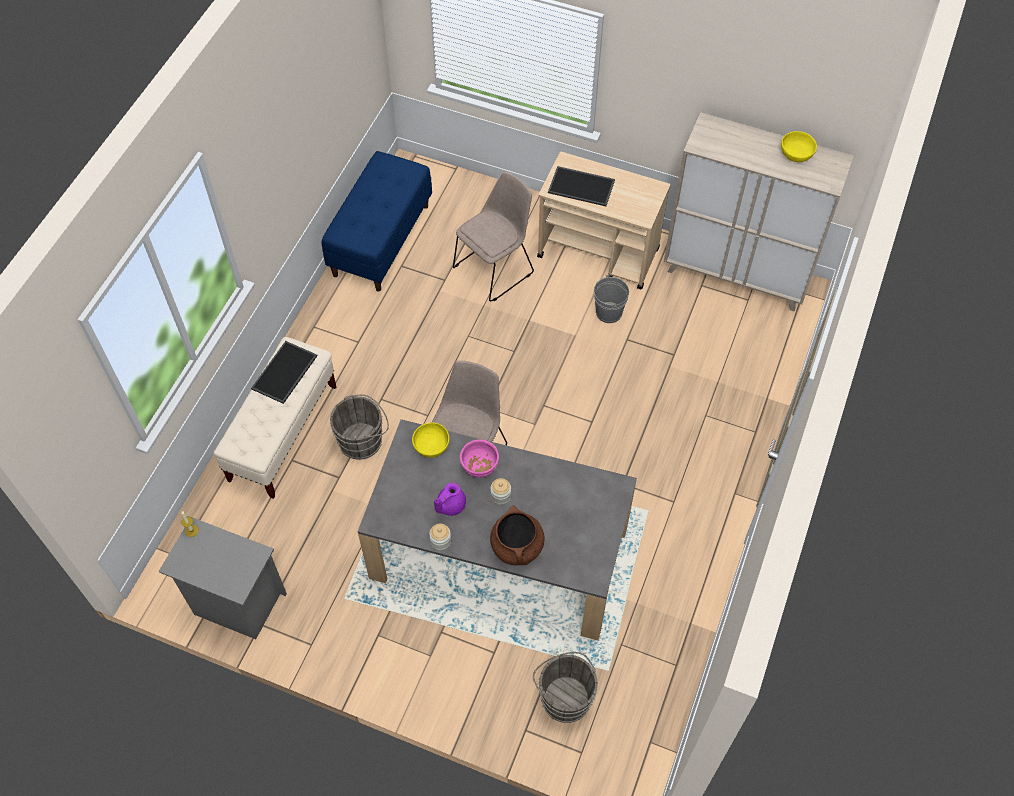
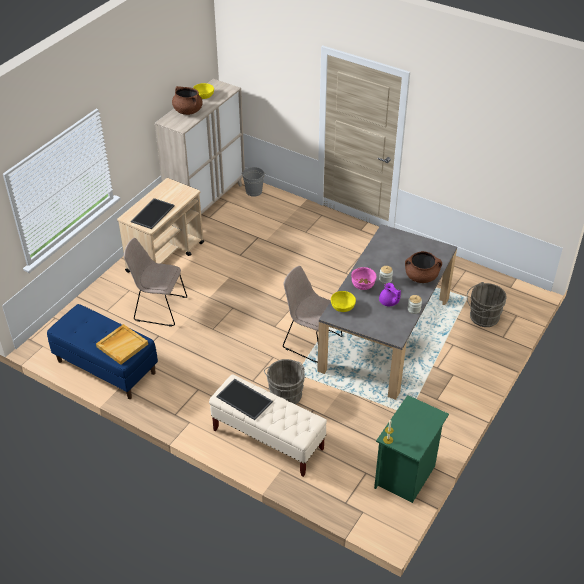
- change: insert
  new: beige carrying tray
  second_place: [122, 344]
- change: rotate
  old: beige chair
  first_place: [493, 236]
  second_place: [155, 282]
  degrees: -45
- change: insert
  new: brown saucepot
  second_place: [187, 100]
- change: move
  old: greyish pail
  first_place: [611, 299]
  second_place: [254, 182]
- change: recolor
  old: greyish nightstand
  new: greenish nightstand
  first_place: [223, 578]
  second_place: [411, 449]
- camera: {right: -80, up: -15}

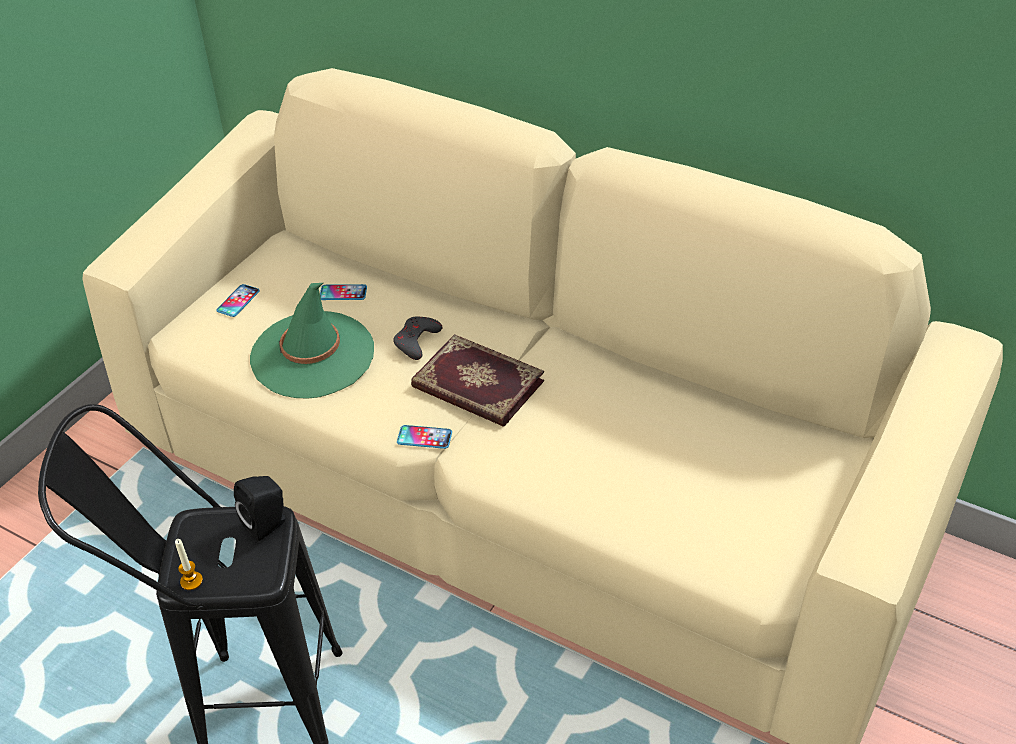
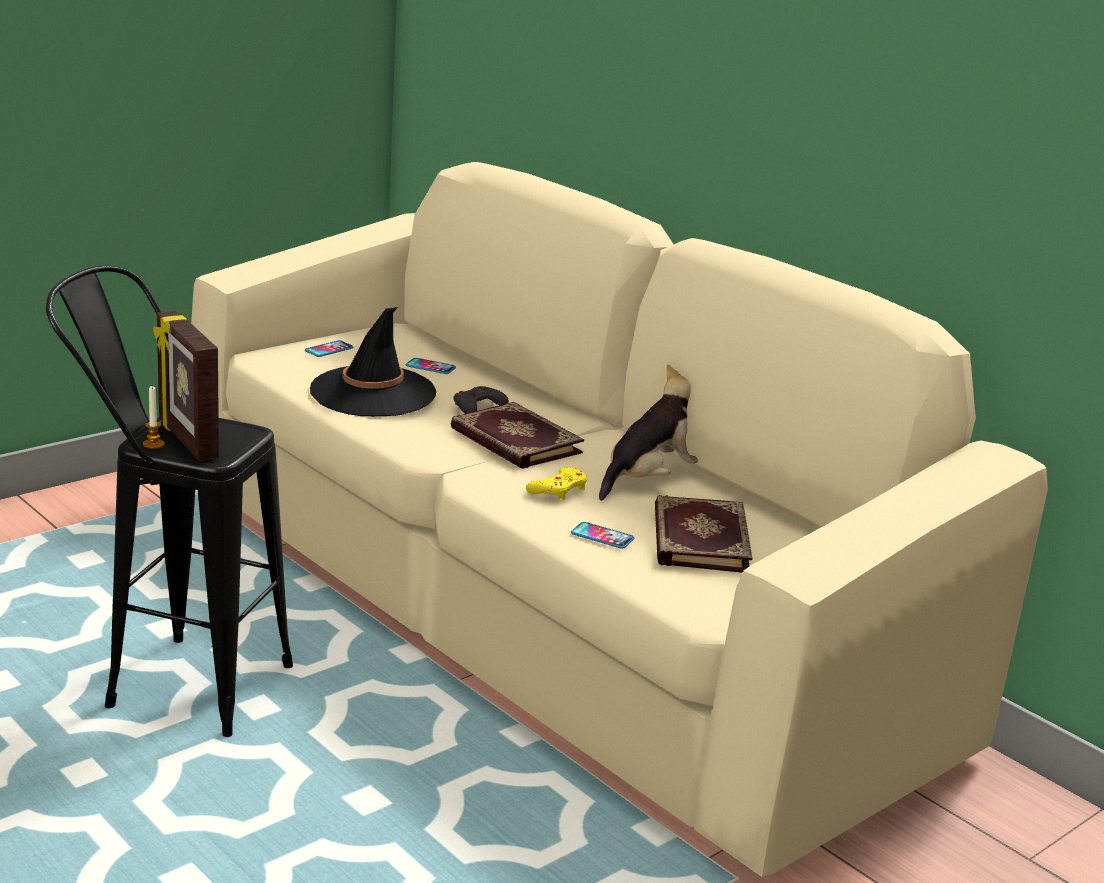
- change: insert
  new: standing frame
  second_place: [186, 386]
- change: recolor
  old: greenish clothing hat
  new: blackish clothing hat
  first_place: [312, 341]
  second_place: [373, 361]
- change: insert
  new: yellow gamepad
  second_place: [556, 483]
- change: move
  old: phone
  first_place: [424, 437]
  second_place: [602, 535]
- change: insert
  new: soft toy
  second_place: [648, 432]
- change: insert
  new: bound book
  second_place: [703, 534]
- change: delete
  old: blackish loudspeaker
  first_place: [259, 509]
- camera: {right: 15, up: -20}

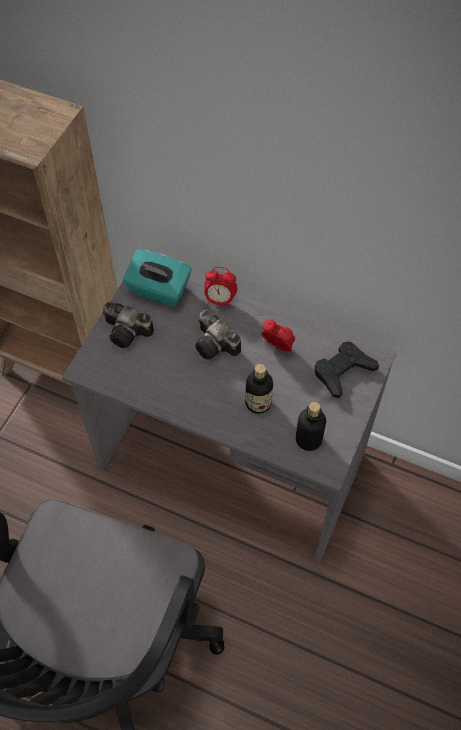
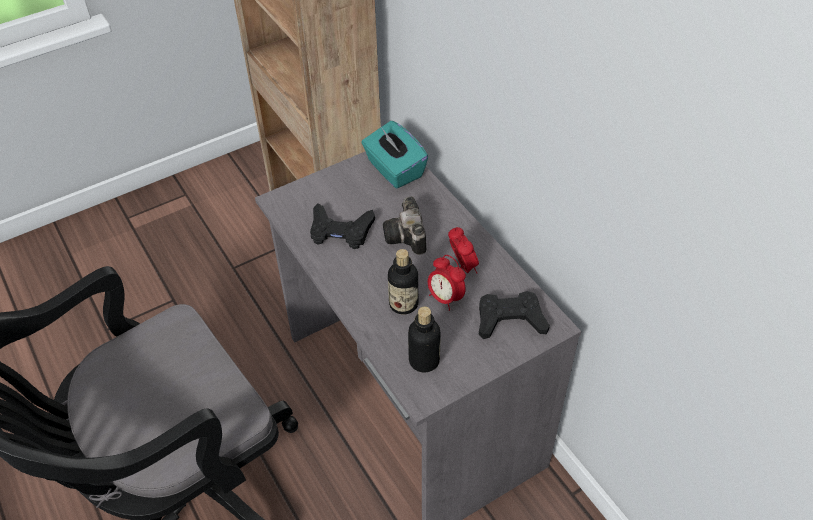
- change: insert
  new: blackish gamepad
  second_place: [342, 226]
- change: move
  old: alarm clock
  first_place: [220, 287]
  second_place: [447, 283]
- change: delete
  old: photo camera
  first_place: [128, 325]
- camera: {right: 35, up: -10}

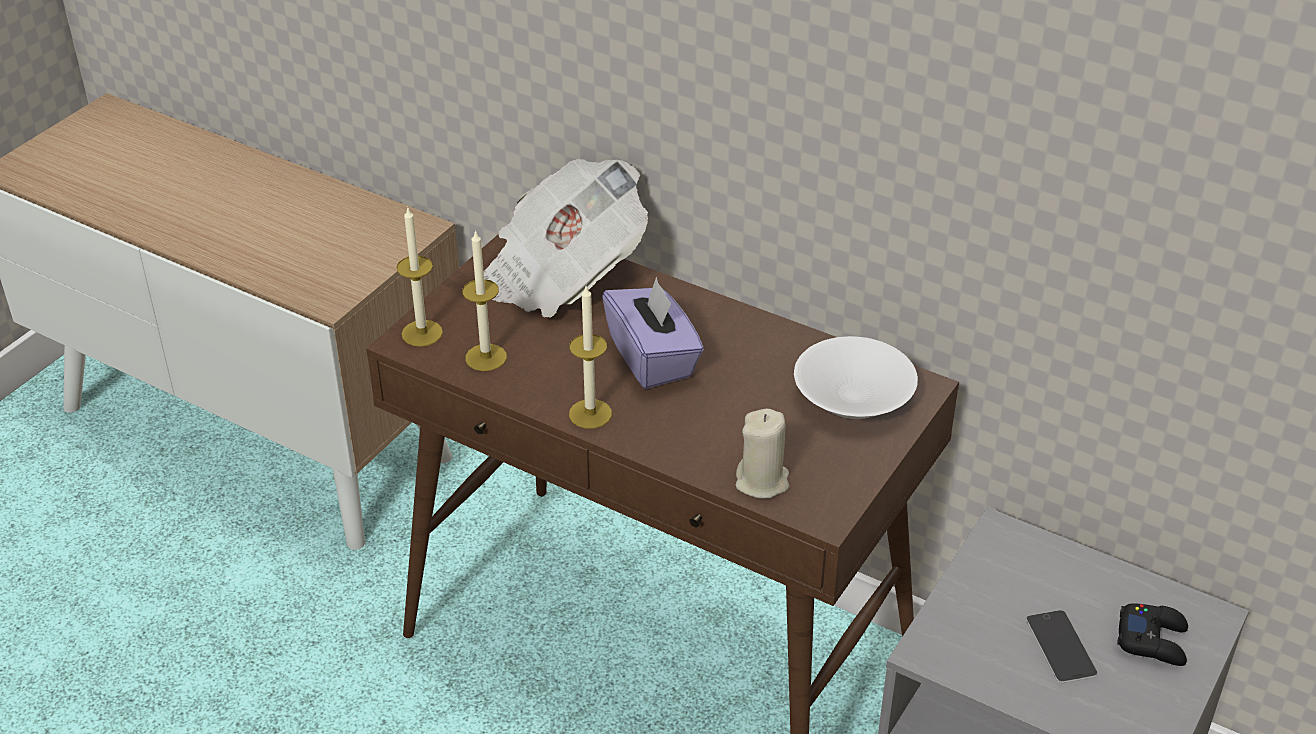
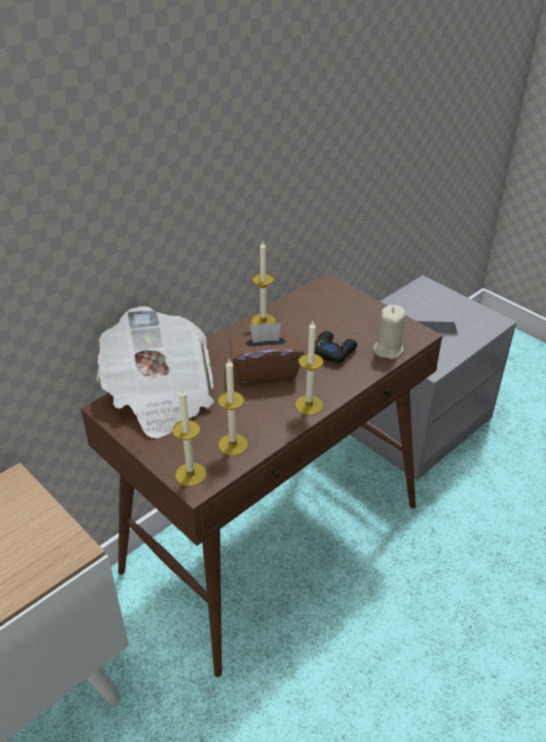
- change: recolor
  old: purplish tissue box
  new: brown tissue box
  first_place: [653, 333]
  second_place: [267, 353]
- change: insert
  new: wax candle
  second_place: [263, 283]
- change: move
  old: blackish gamepad
  first_place: [1152, 634]
  second_place: [336, 347]
- change: delete
  old: whitish bowl
  first_place: [856, 377]
- camera: {right: -75, up: 0}

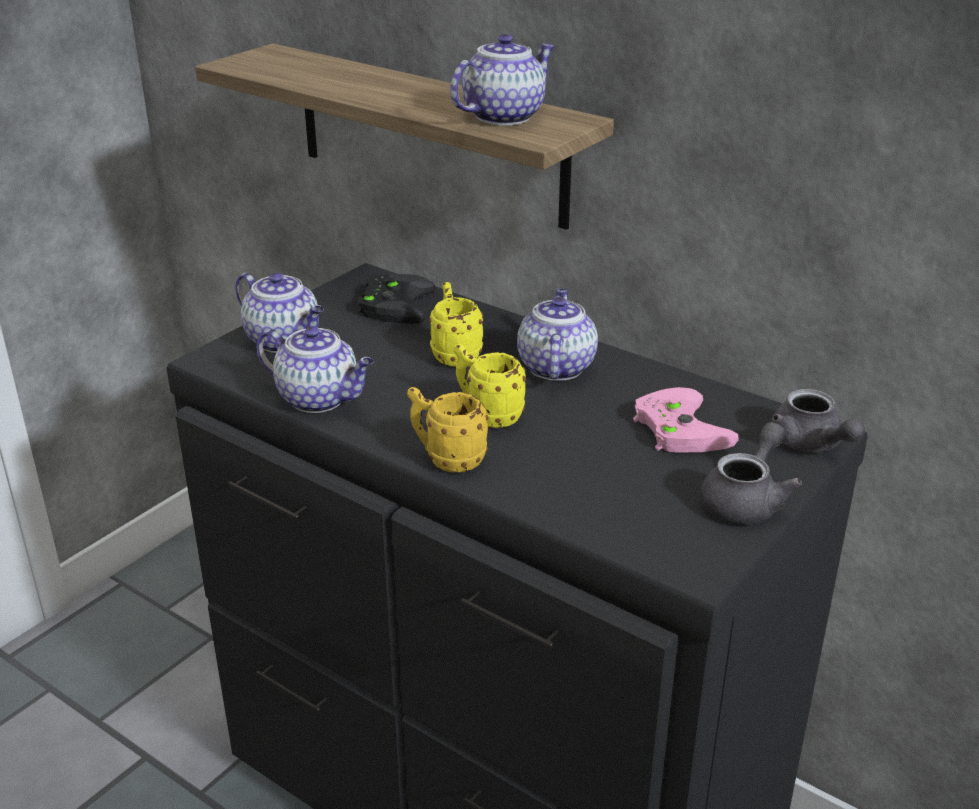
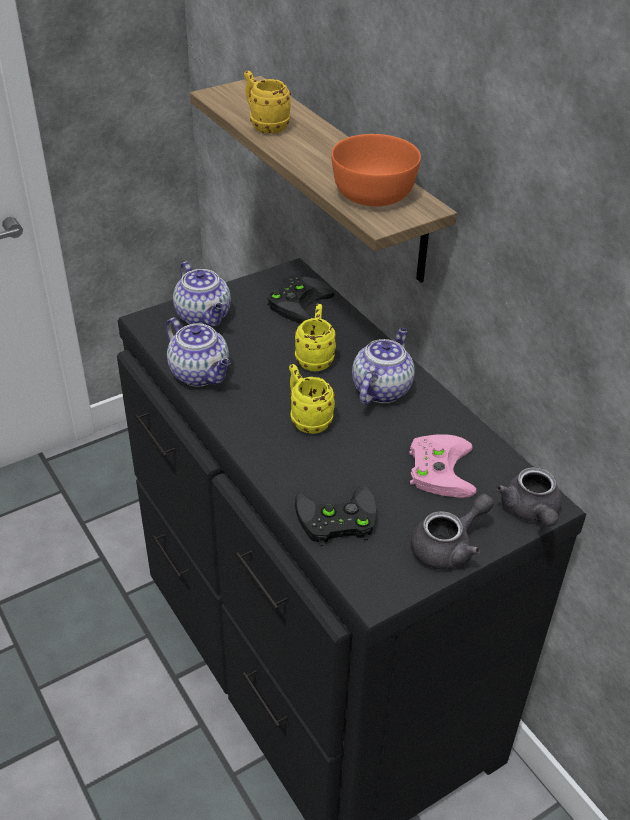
- change: move
  old: yellow coffee mug
  first_place: [448, 429]
  second_place: [267, 102]
- change: insert
  new: blackish gamepad
  second_place: [335, 515]
- change: replace
  old: tea pot
  new: orangey bowl
  first_place: [502, 80]
  second_place: [376, 170]
- camera: {right: 20, up: 10}

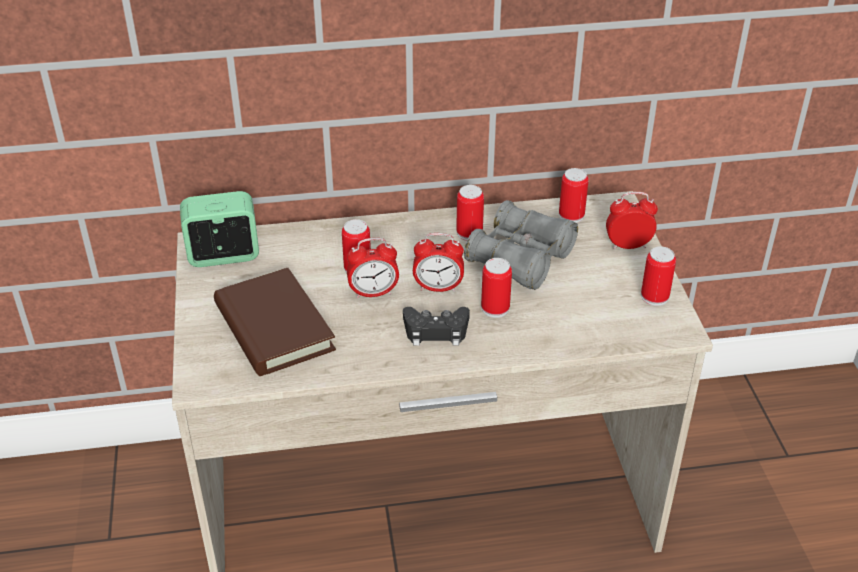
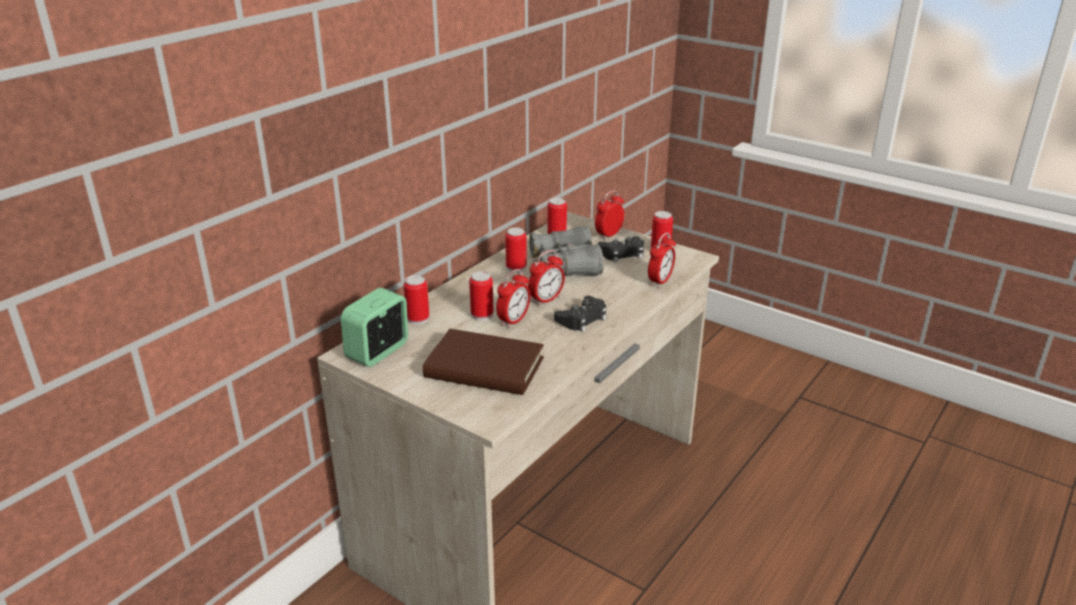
- change: move
  old: can
  first_place: [496, 288]
  second_place: [416, 300]
- change: insert
  new: blackish gamepad
  second_place: [620, 249]
- change: insert
  new: alarm clock
  second_place: [662, 260]
- camera: {right: -45, up: -10}

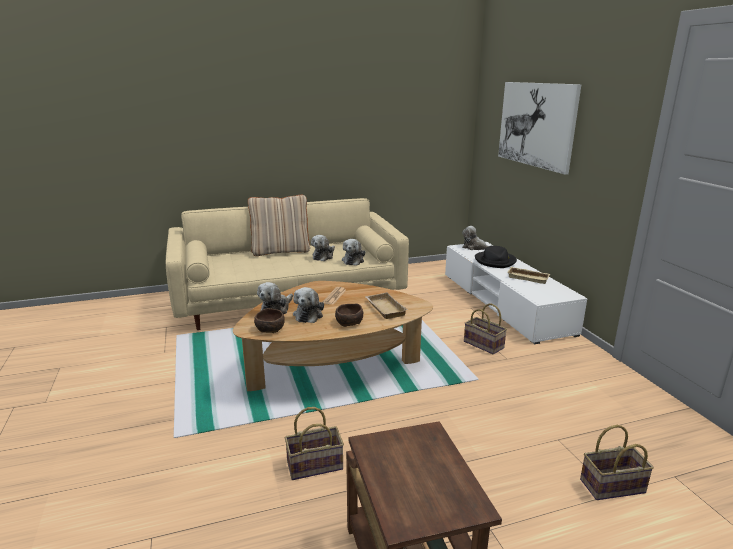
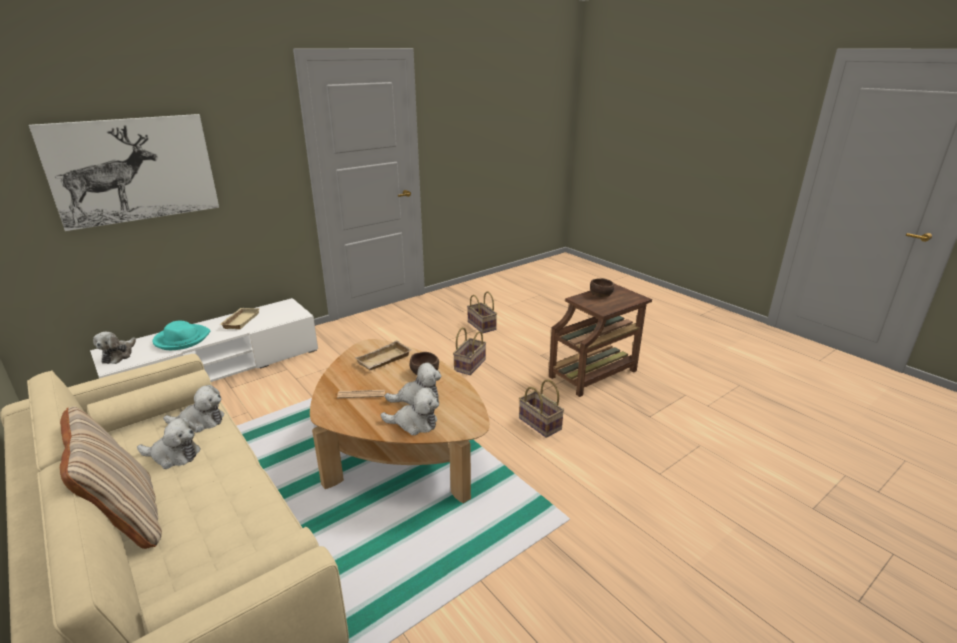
- change: recolor
  old: blackish clothing hat
  new: blue-green clothing hat
  first_place: [496, 257]
  second_place: [181, 335]
- change: move
  old: basket
  first_place: [485, 328]
  second_place: [469, 351]
- change: move
  old: brown bowl
  first_place: [269, 320]
  second_place: [602, 287]
- camera: {right: -110, up: 5}

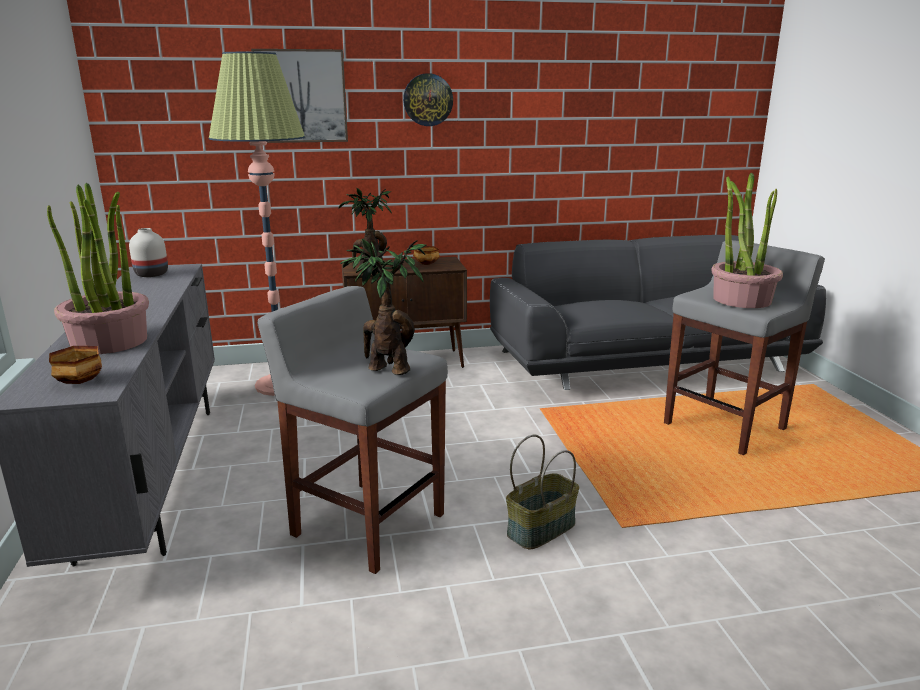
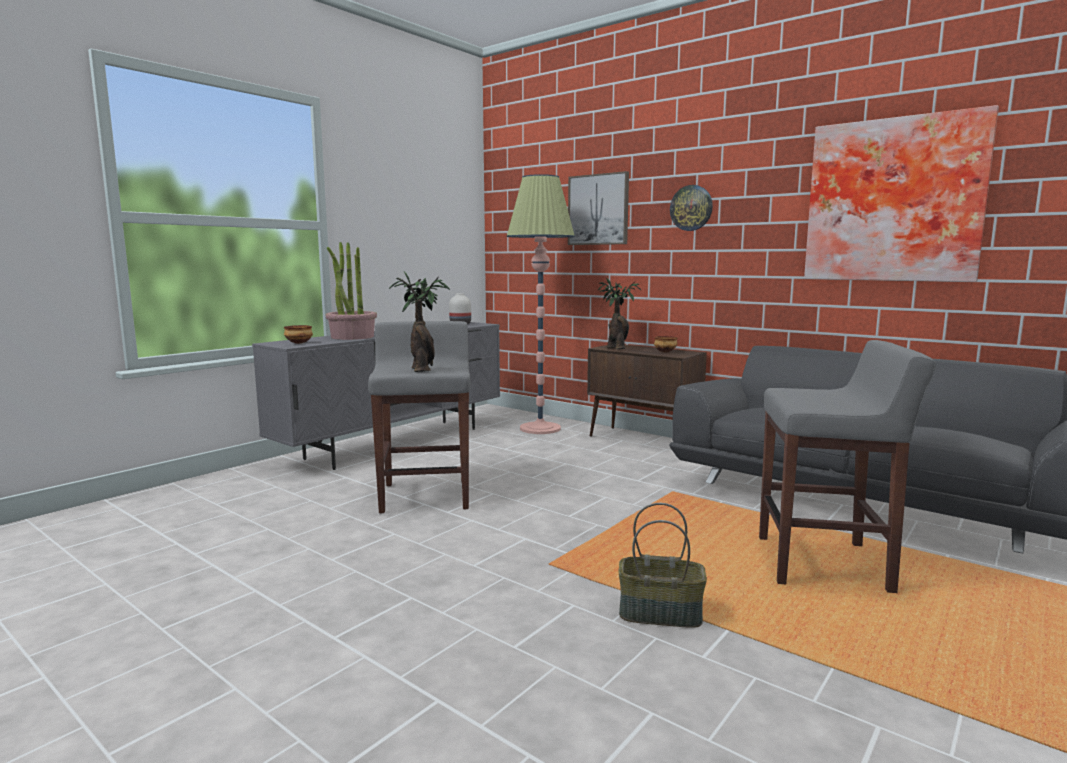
- change: move
  old: basket
  first_place: [542, 492]
  second_place: [663, 565]
- change: insert
  new: wall art
  second_place: [901, 193]
- change: delete
  old: houseplant
  first_place: [747, 240]
- camera: {right: 50, up: -10}

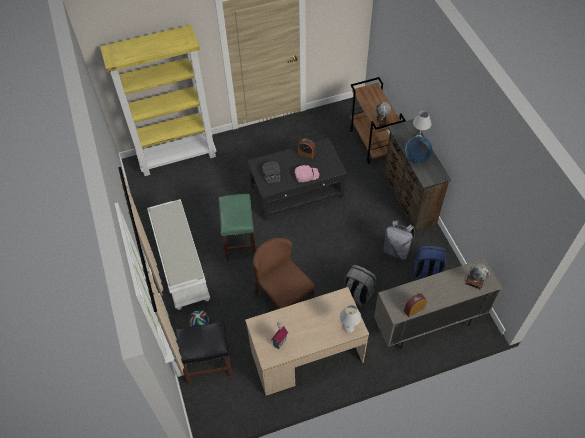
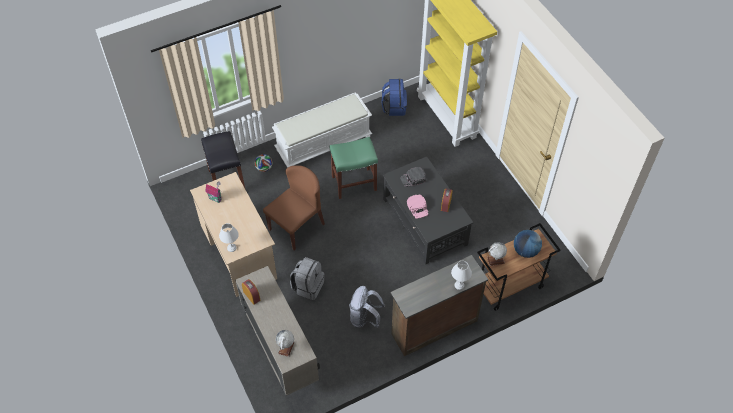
- change: move
  old: blue knapsack
  first_place: [430, 263]
  second_place: [394, 97]
- change: move
  old: world globe
  first_place: [418, 149]
  second_place: [528, 244]
- camera: {right: 80, up: 0}

